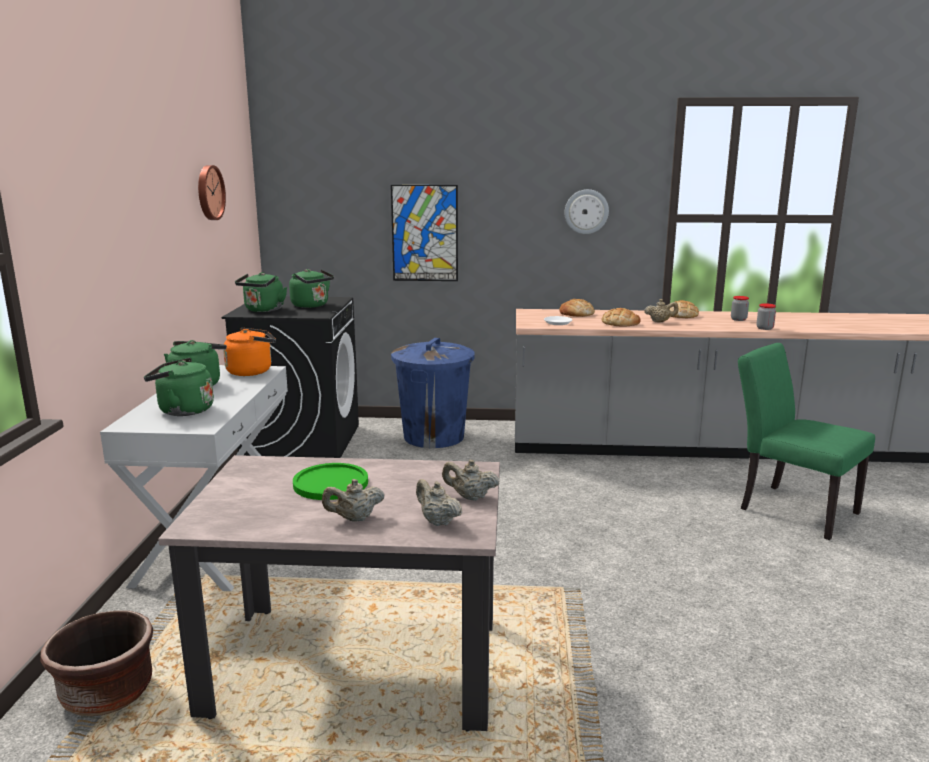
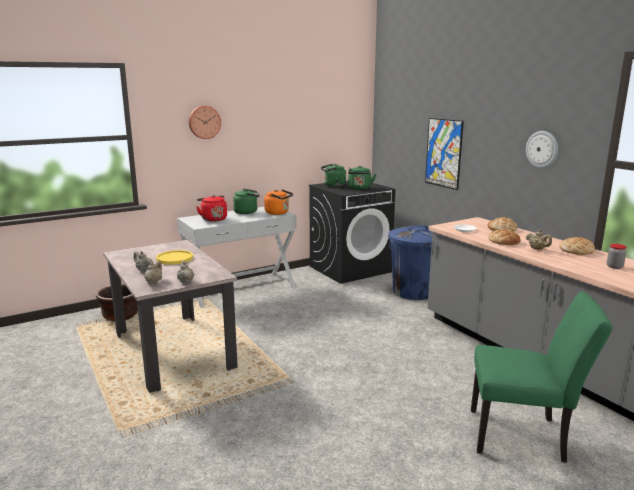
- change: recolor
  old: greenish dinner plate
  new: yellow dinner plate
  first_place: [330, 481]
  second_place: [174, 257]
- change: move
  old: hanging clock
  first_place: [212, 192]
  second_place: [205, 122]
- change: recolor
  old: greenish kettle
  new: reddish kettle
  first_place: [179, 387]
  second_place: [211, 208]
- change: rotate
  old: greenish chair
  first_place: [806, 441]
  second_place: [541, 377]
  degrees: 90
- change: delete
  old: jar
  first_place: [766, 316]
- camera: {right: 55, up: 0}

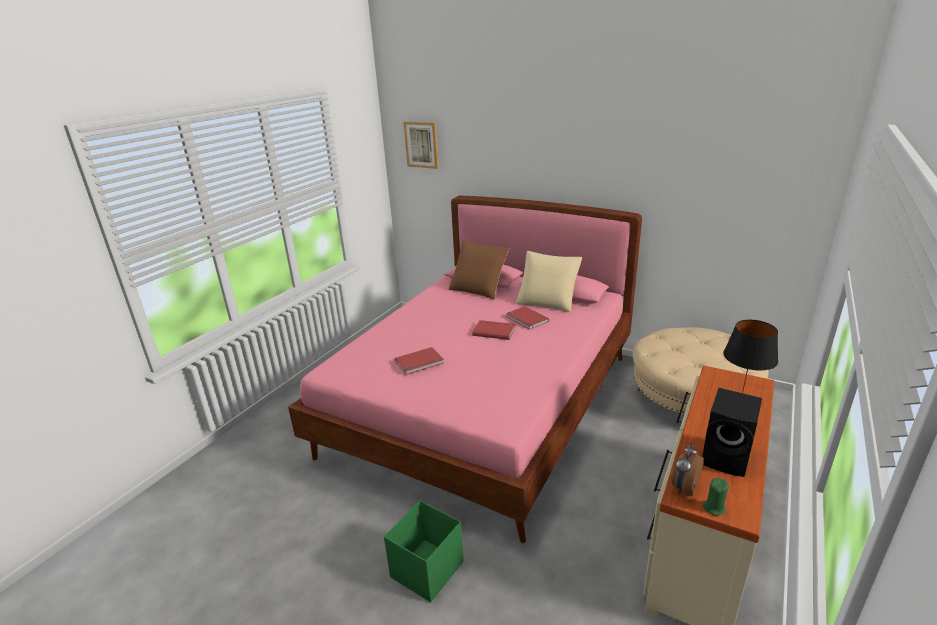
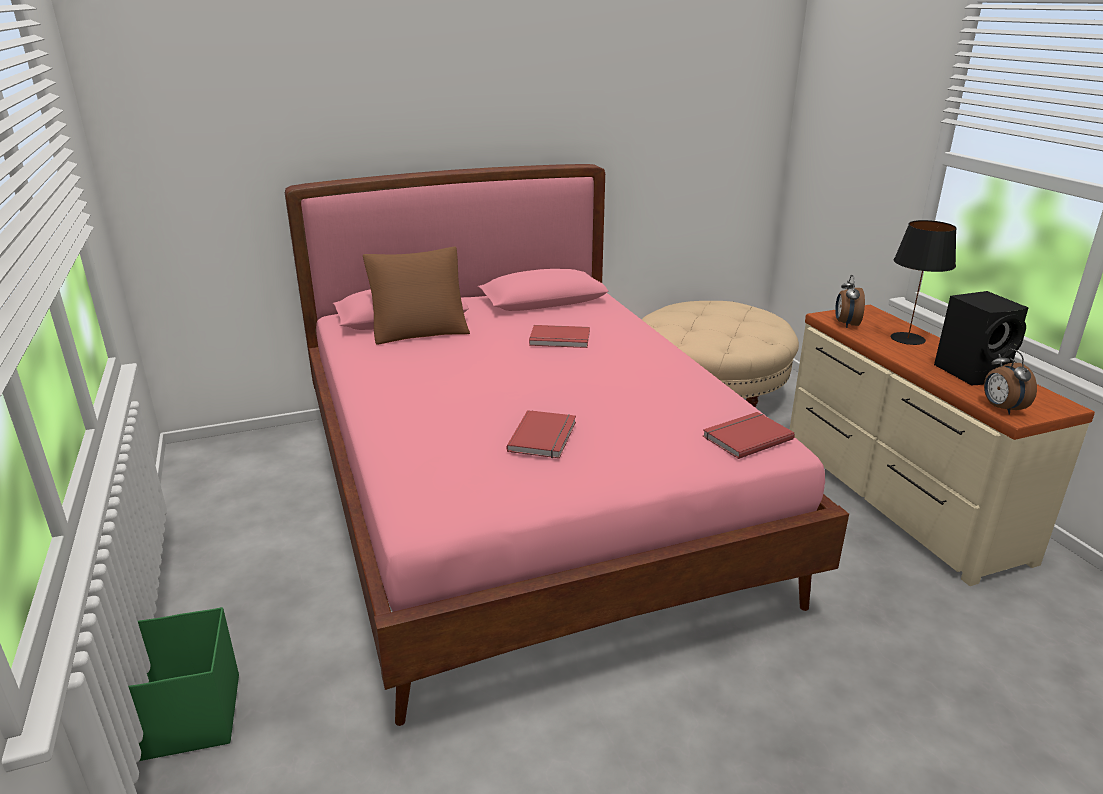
- change: move
  old: greenish storage container
  first_place: [424, 551]
  second_place: [183, 684]
- change: move
  old: reddish bound book
  first_place: [493, 330]
  second_place: [749, 435]
- change: insert
  new: alarm clock
  second_place: [850, 301]
- change: delete
  old: wall art
  first_place: [421, 145]
- change: delete
  old: beige cushion
  first_place: [549, 281]
- change: delete
  old: greenish wax candle
  first_place: [716, 497]
- camera: {right: -50, up: 0}

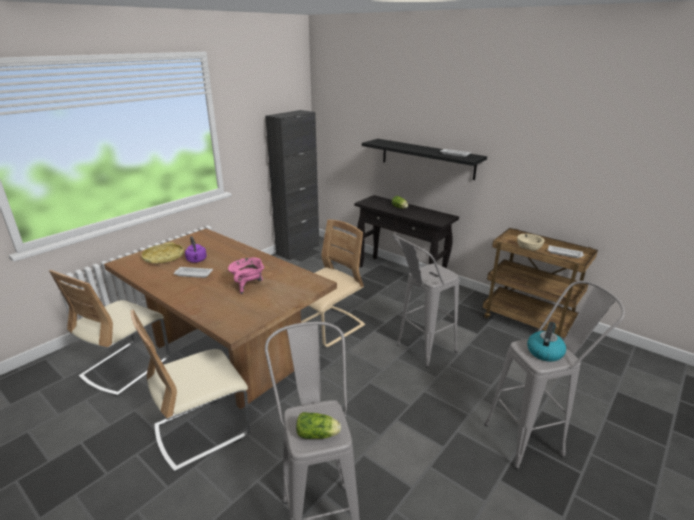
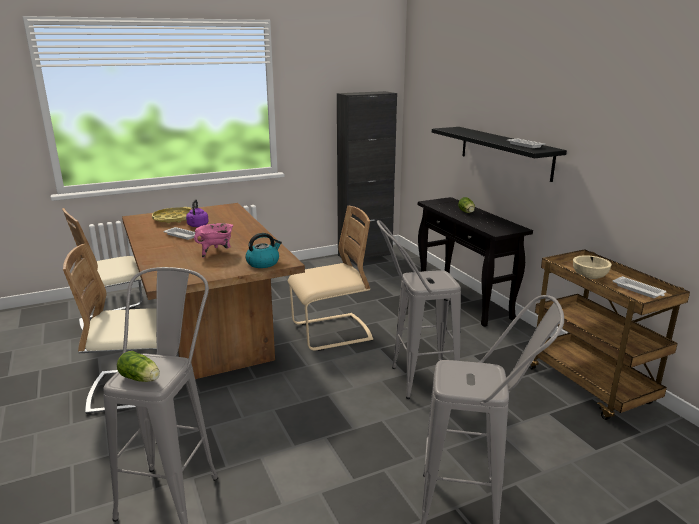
- change: move
  old: kettle
  first_place: [546, 342]
  second_place: [264, 250]
- camera: {right: 25, up: -5}

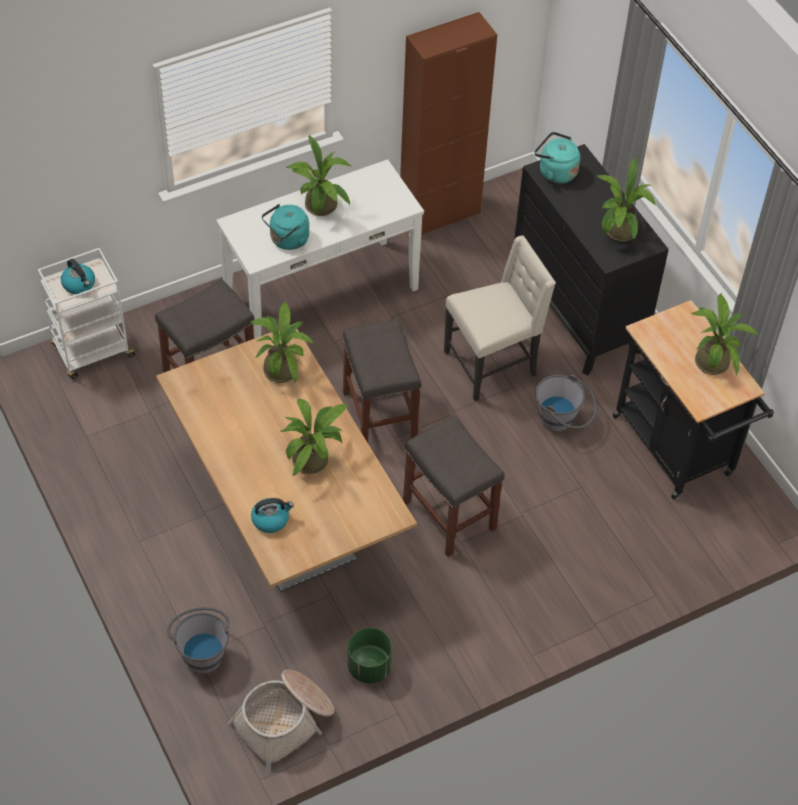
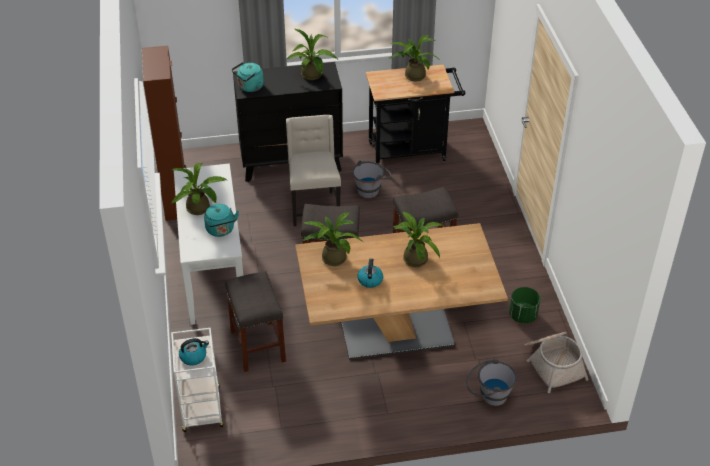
- change: move
  old: kettle
  first_place: [272, 515]
  second_place: [370, 273]
- camera: {right: -70, up: -10}

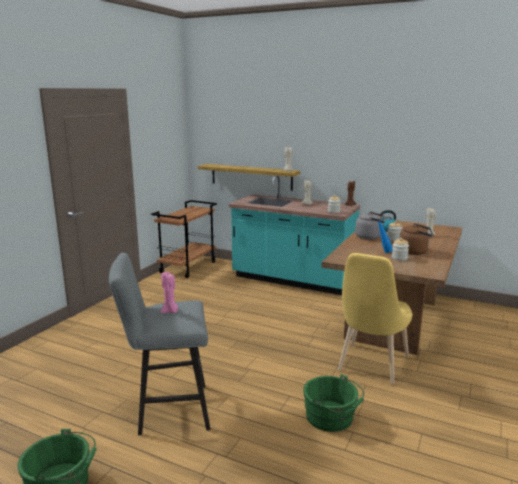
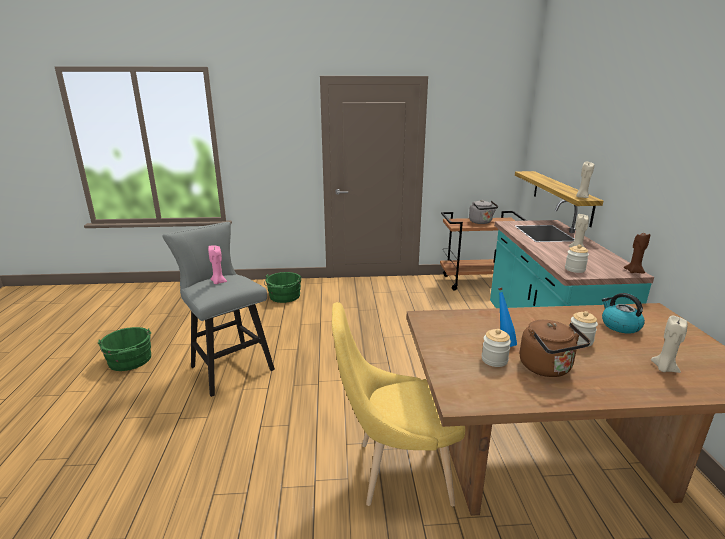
- change: move
  old: greenish pail
  first_place: [333, 403]
  second_place: [282, 287]
- change: move
  old: greyish kettle
  first_place: [370, 226]
  second_place: [483, 212]
- camera: {right: 60, up: 5}

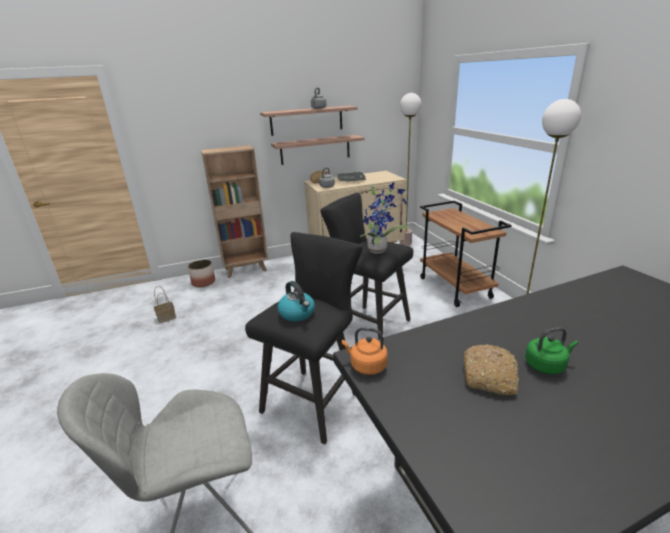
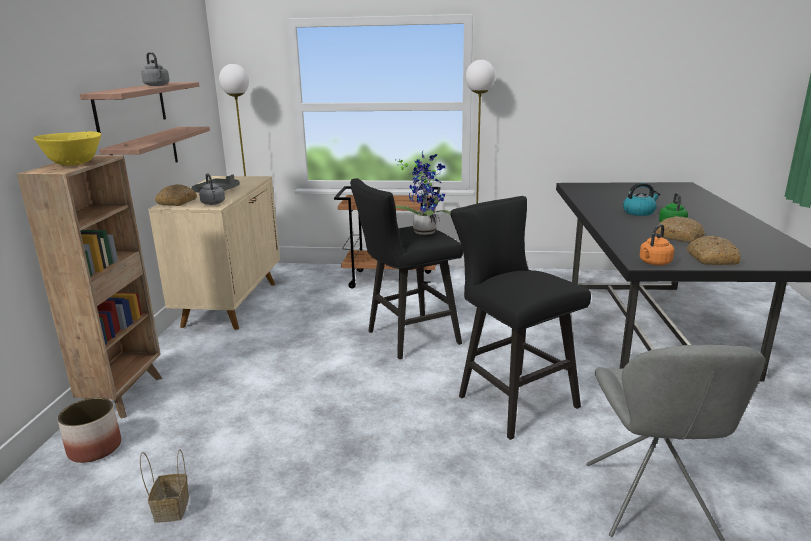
- change: insert
  new: yellow bowl
  second_place: [67, 148]
- change: move
  old: kettle
  first_place: [296, 301]
  second_place: [641, 199]
- change: insert
  new: bakery bread
  second_place: [714, 250]
- camera: {right: -65, up: -5}

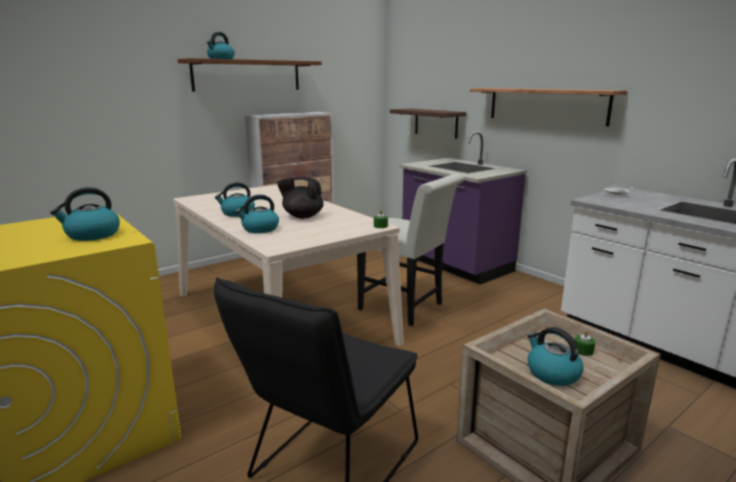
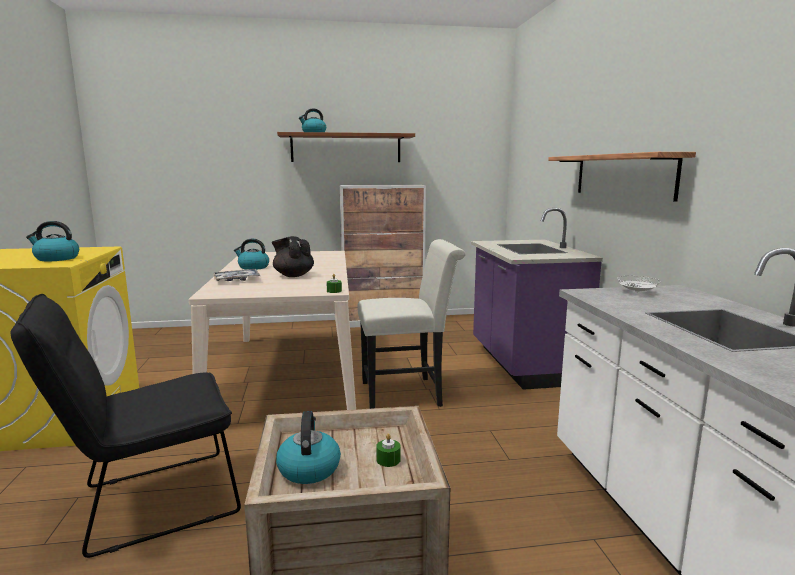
- change: replace
  old: kettle
  new: carrying tray
  first_place: [257, 214]
  second_place: [236, 275]
- change: rotate
  old: whitish chair
  first_place: [410, 250]
  second_place: [411, 324]
  degrees: -75
- change: delete
  old: bracket shelf
  first_place: [428, 123]
- camera: {right: 30, up: -5}

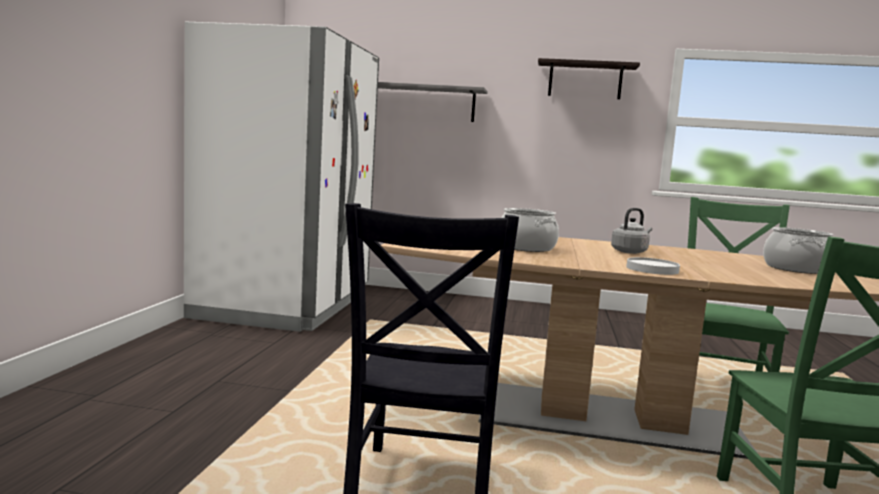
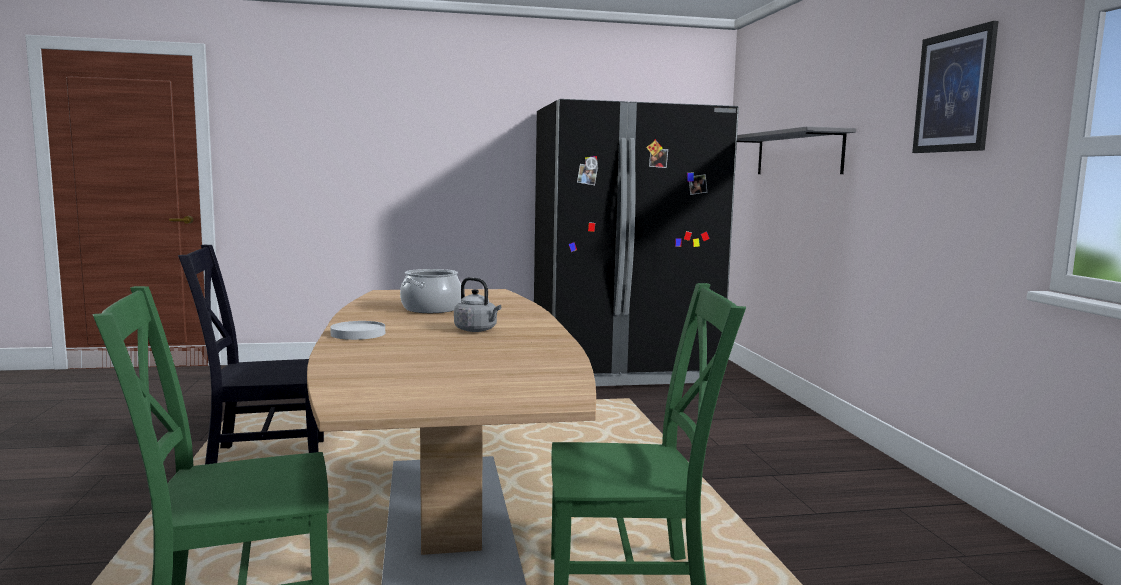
- change: recolor
  old: whitish fridge
  new: blackish fridge
  first_place: [281, 177]
  second_place: [636, 242]
- change: replace
  old: bracket shelf
  new: wall art
  first_place: [589, 78]
  second_place: [955, 87]
- change: delete
  old: saucepot
  first_place: [798, 250]
- camera: {right: 70, up: 0}

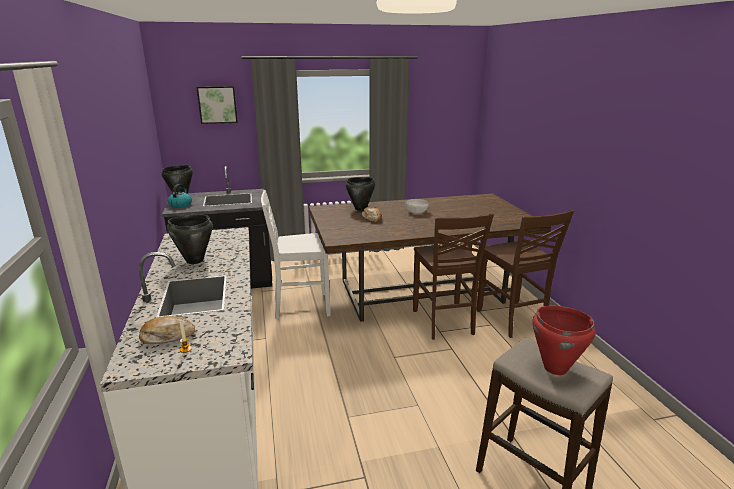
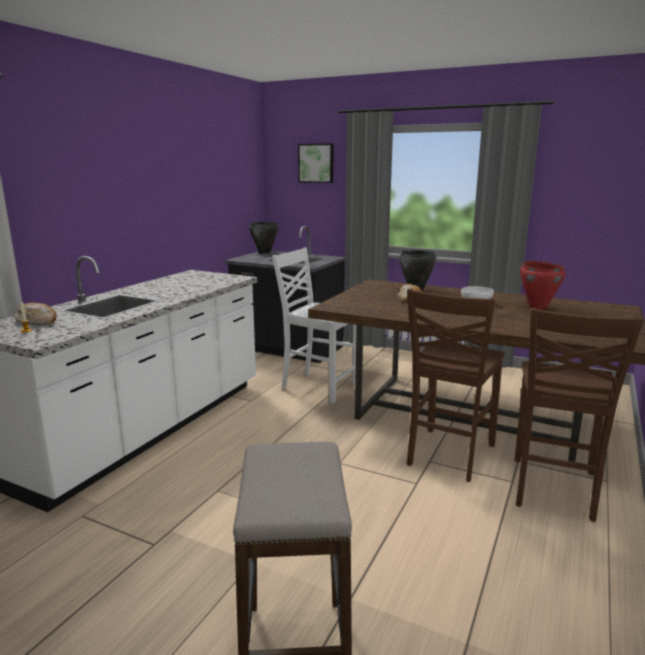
- change: move
  old: reddish saucepot
  first_place: [564, 340]
  second_place: [543, 285]
- change: delete
  old: blackish saucepot
  first_place: [190, 239]
- change: delete
  old: kettle
  first_place: [180, 196]
- camera: {right: 40, up: -5}

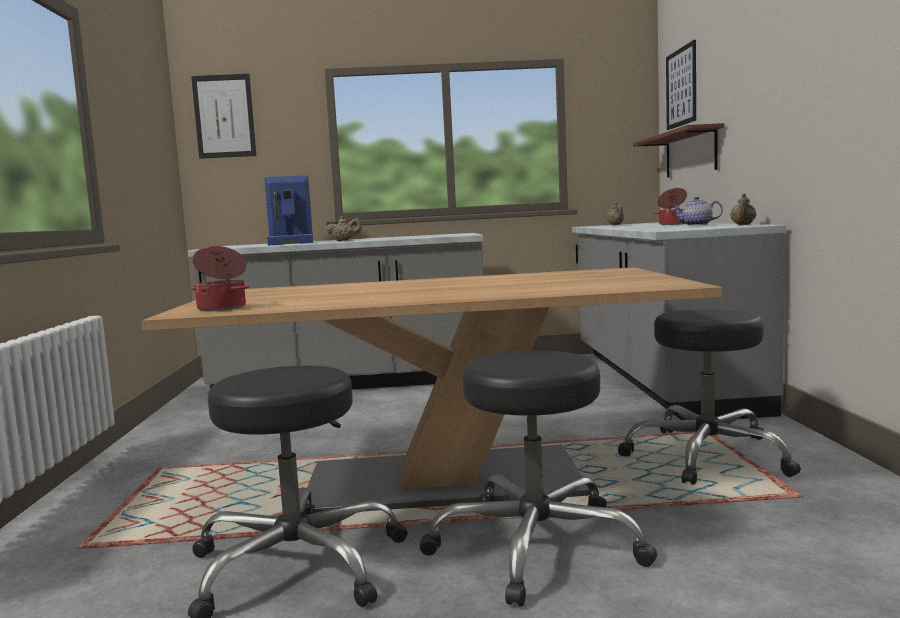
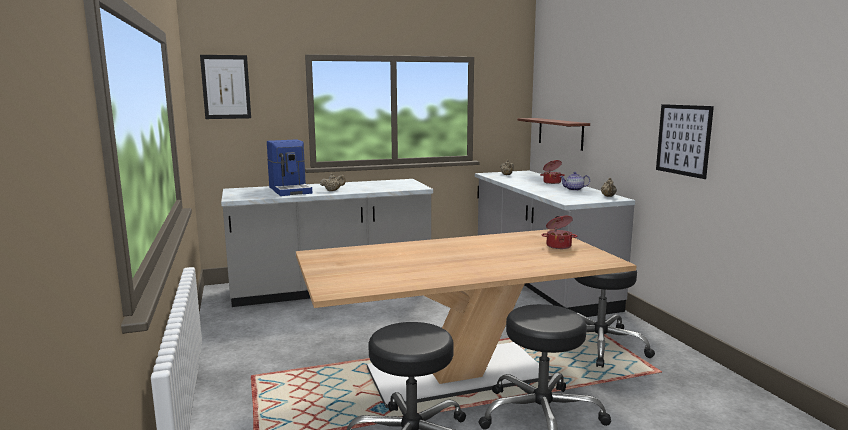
- change: move
  old: saucepot
  first_place: [220, 278]
  second_place: [559, 232]
- change: move
  old: wall art
  first_place: [681, 85]
  second_place: [685, 141]
- camera: {right: -15, up: 5}

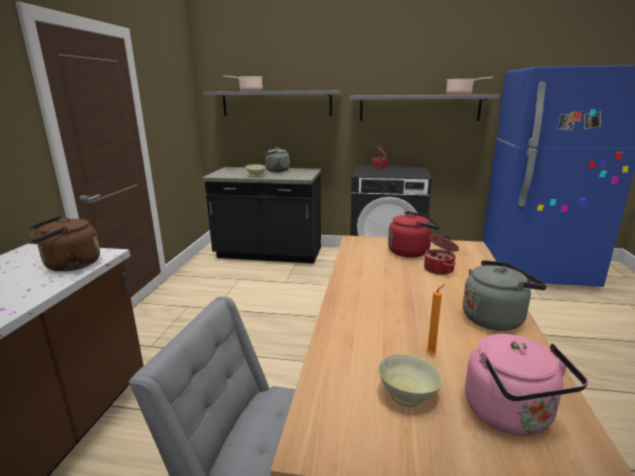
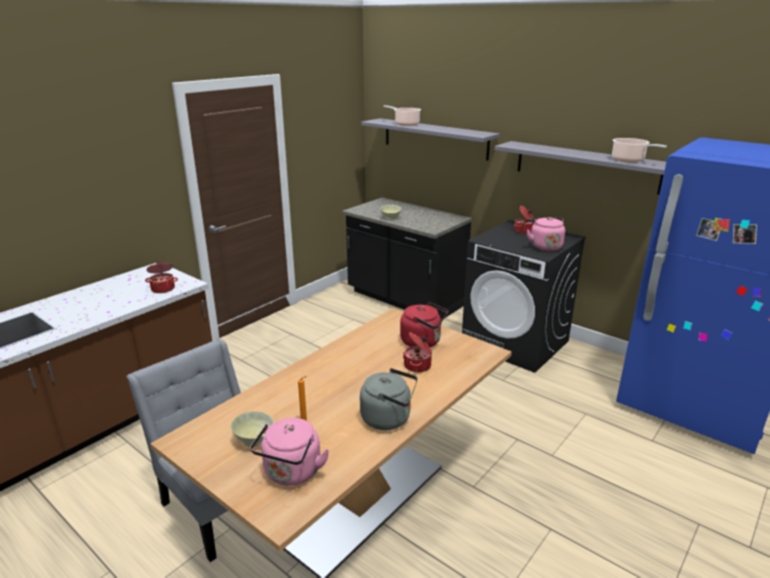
- change: replace
  old: brown kettle
  new: saucepot
  first_place: [64, 244]
  second_place: [161, 277]
- change: insert
  new: pink-coloured kettle
  second_place: [546, 234]
- change: delete
  old: greyish kettle
  first_place: [276, 159]
- camera: {right: 30, up: 5}

